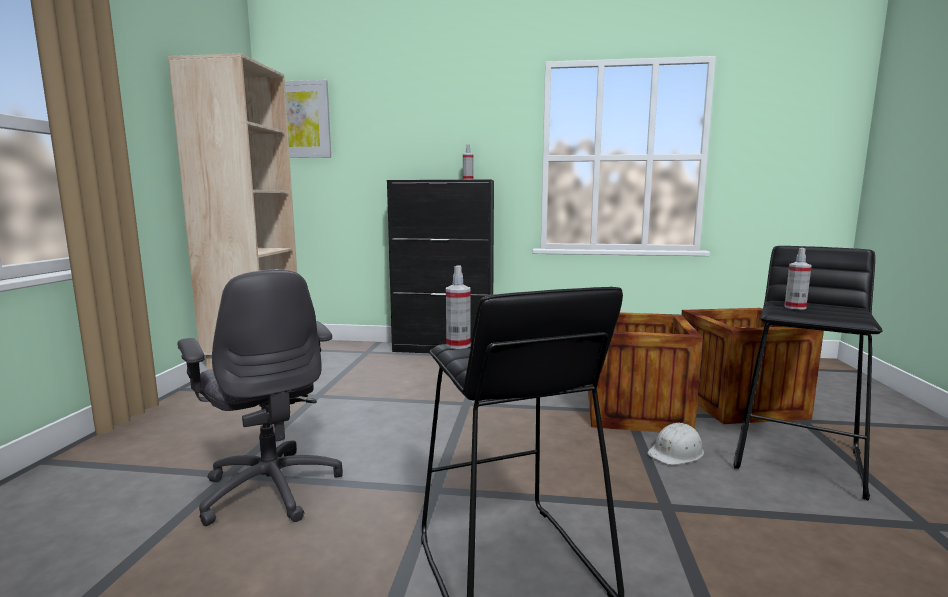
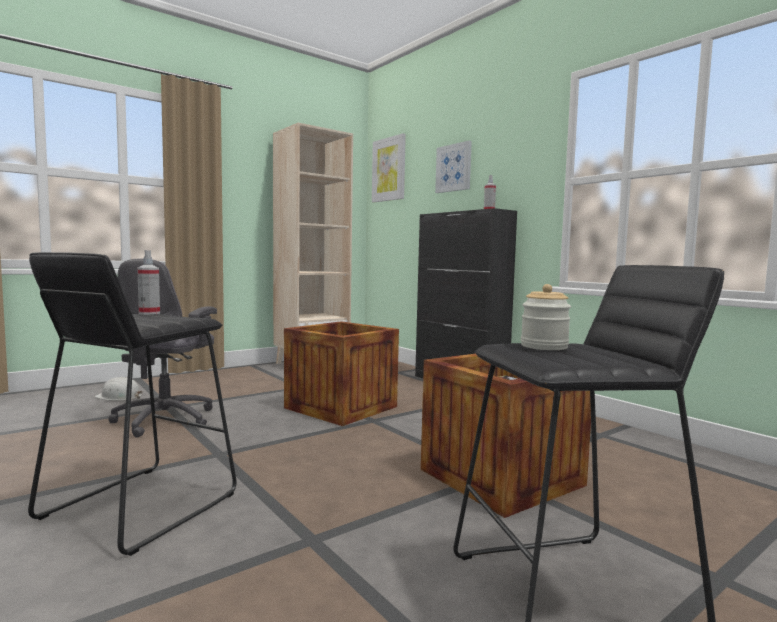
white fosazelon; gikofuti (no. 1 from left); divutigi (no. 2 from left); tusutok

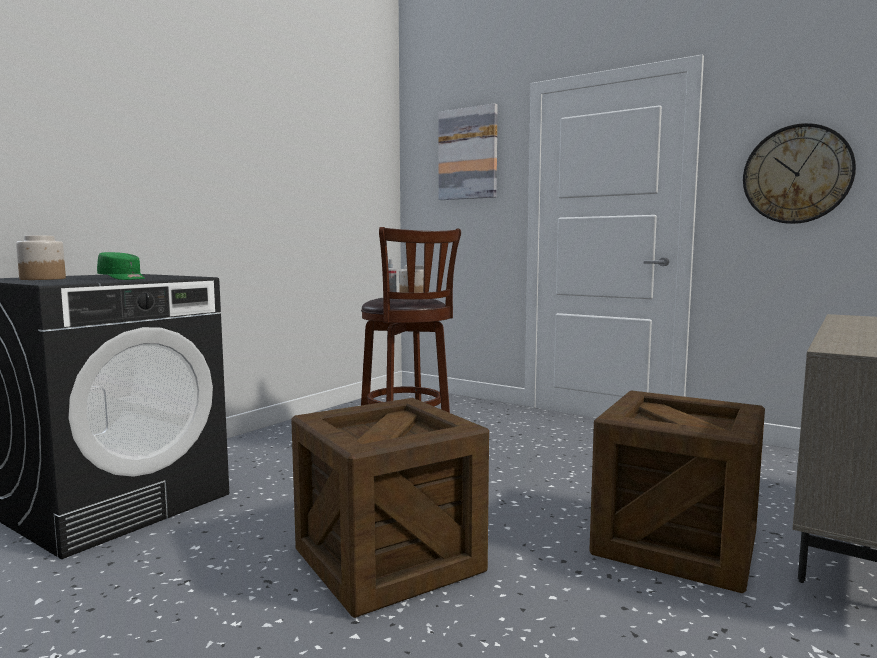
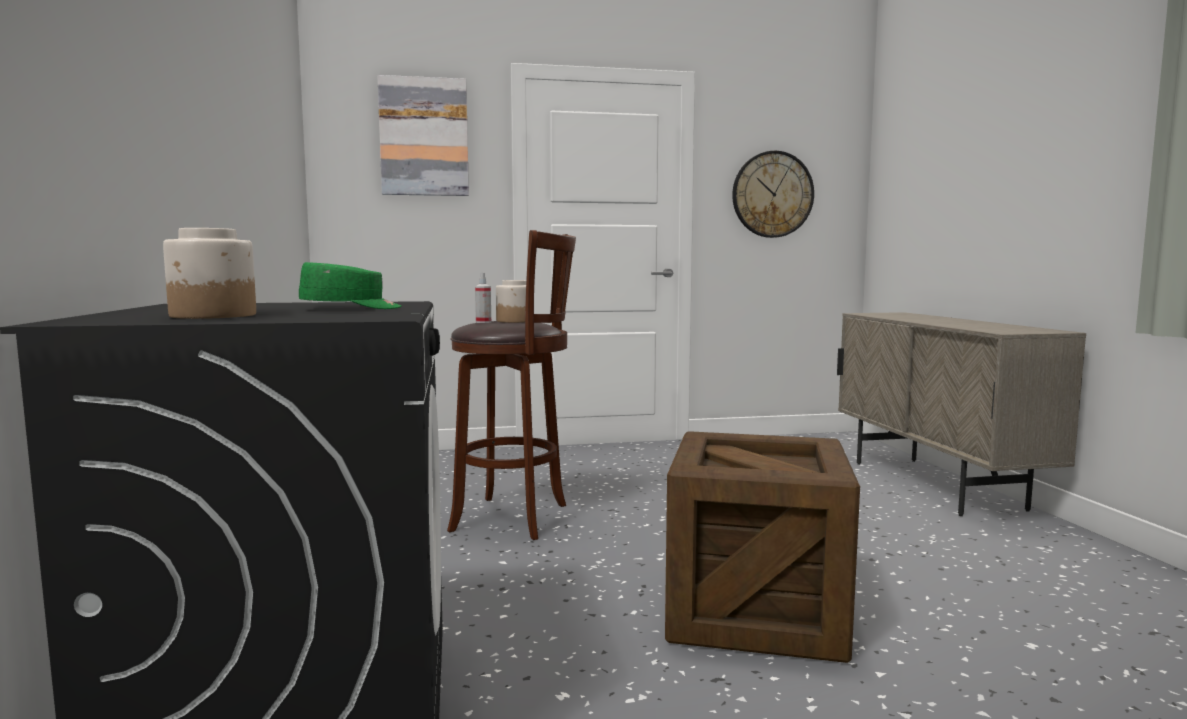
gikofuti (no. 2 from left in the first image)

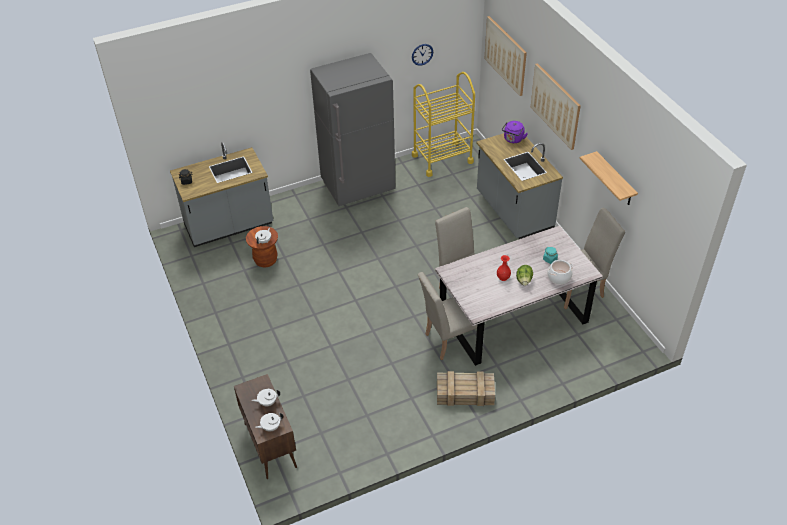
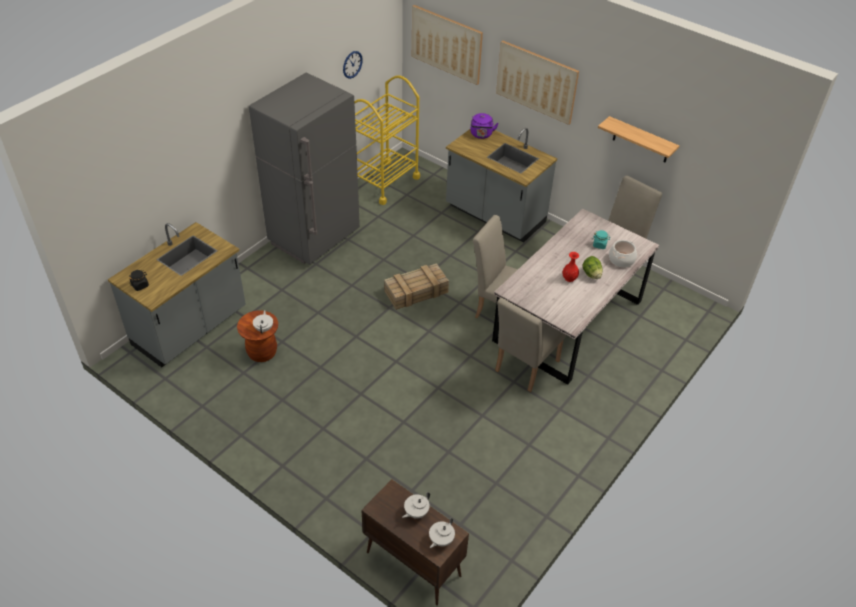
gikofuti

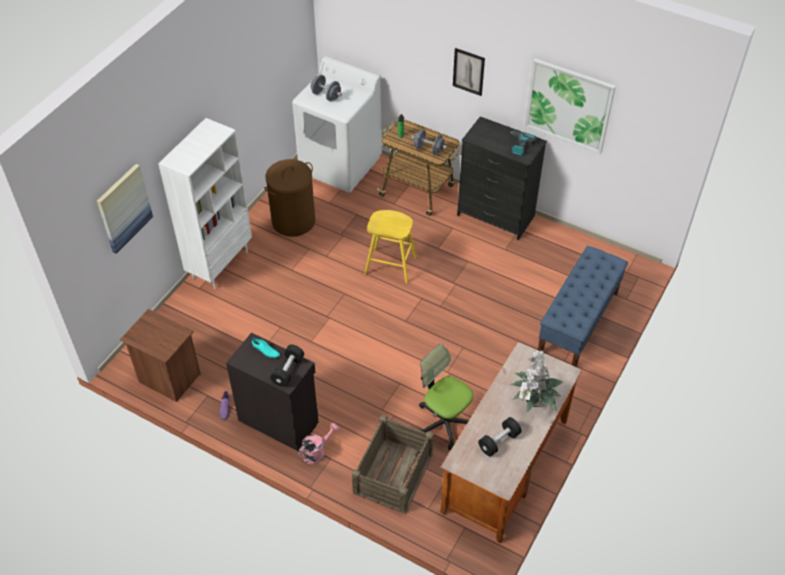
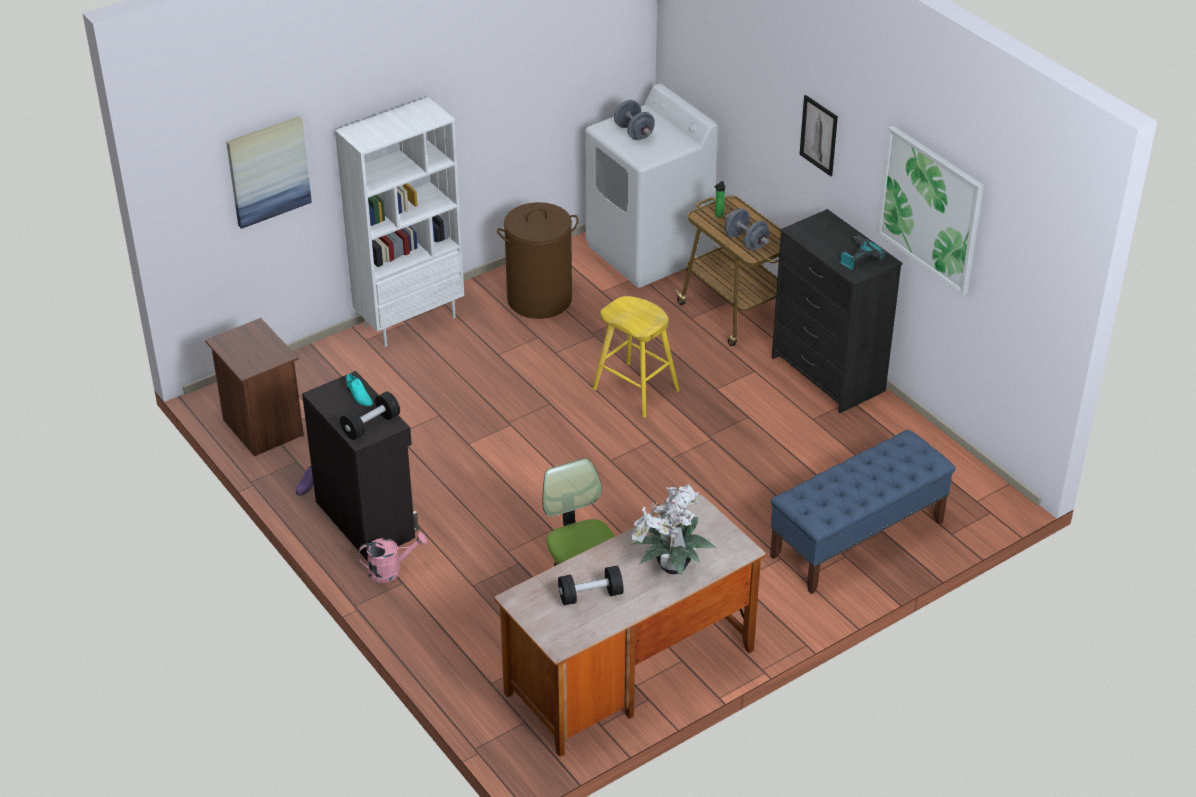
gikofuti

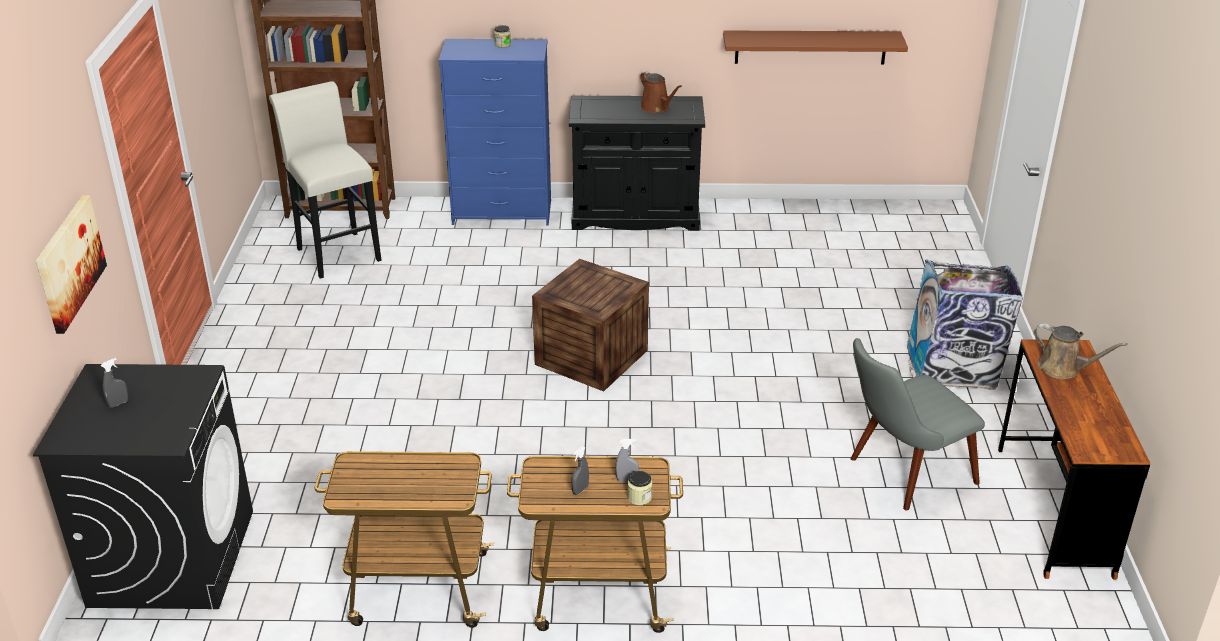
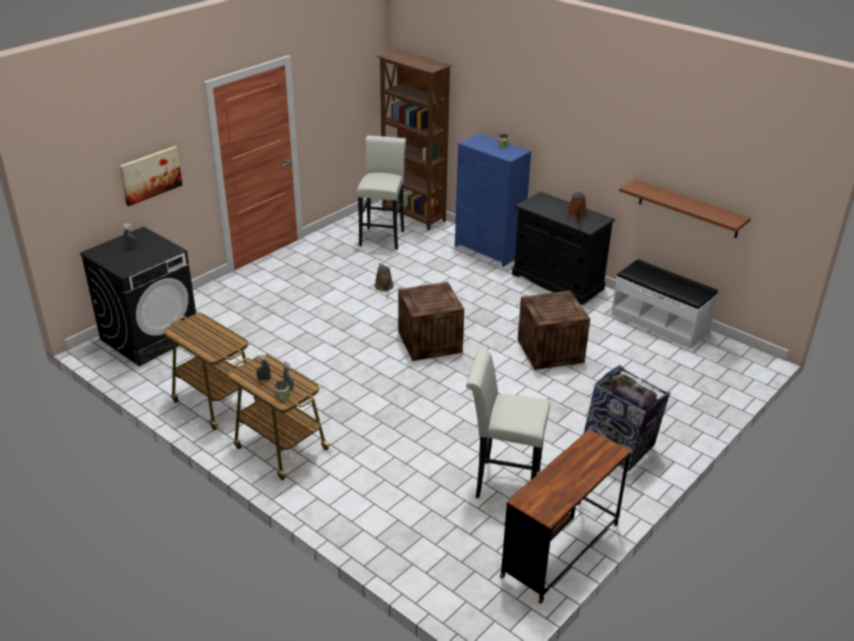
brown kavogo (no. 1 from left); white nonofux (no. 2 from left); gikofuti (no. 2 from left); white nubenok

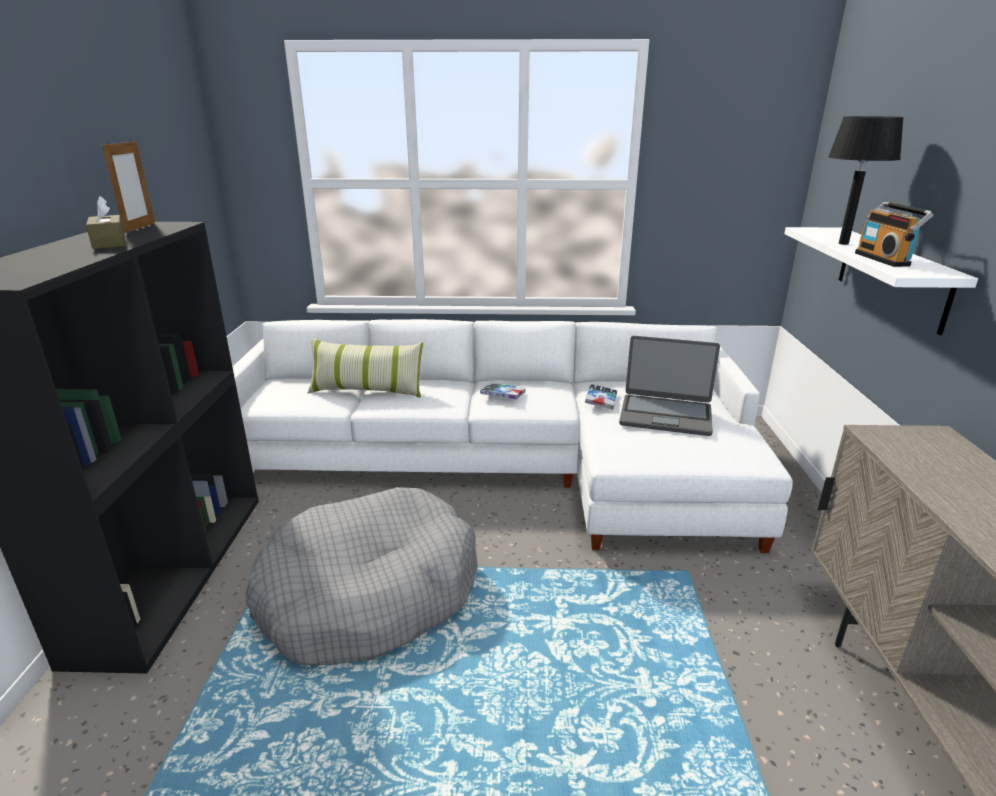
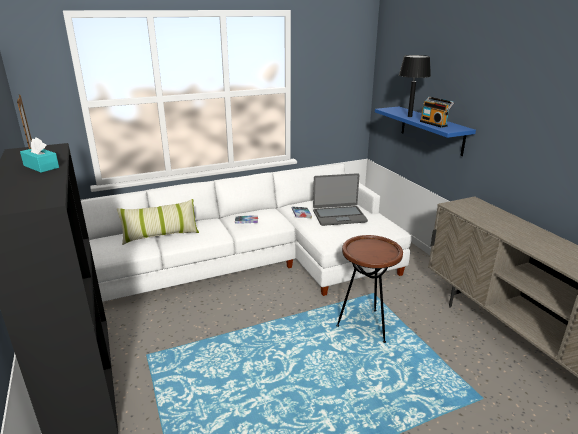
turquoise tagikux; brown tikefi; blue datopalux; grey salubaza

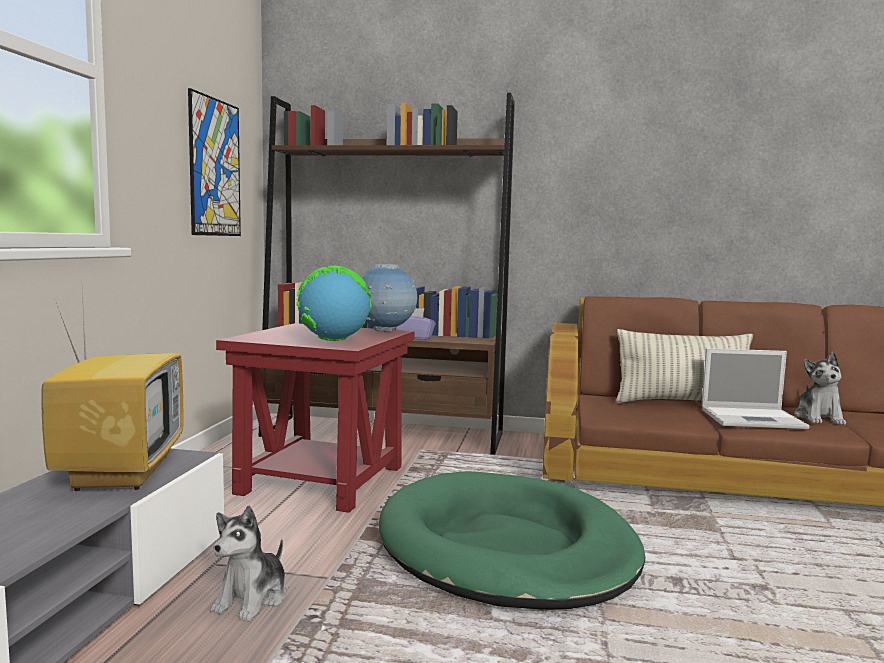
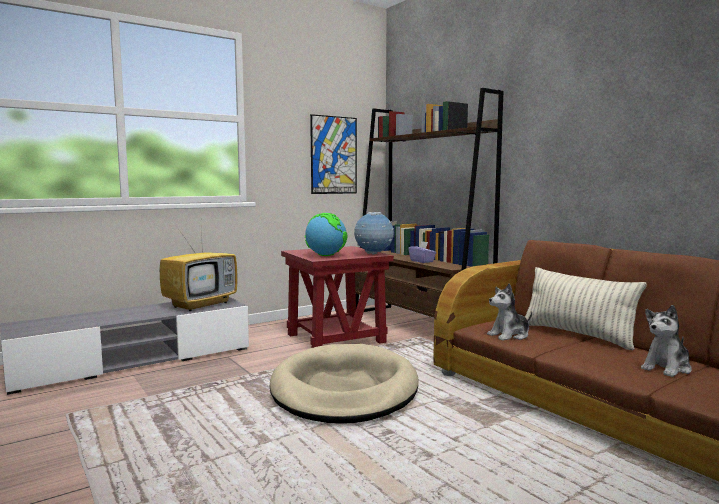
beige salubaza; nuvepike (no. 1 from left); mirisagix

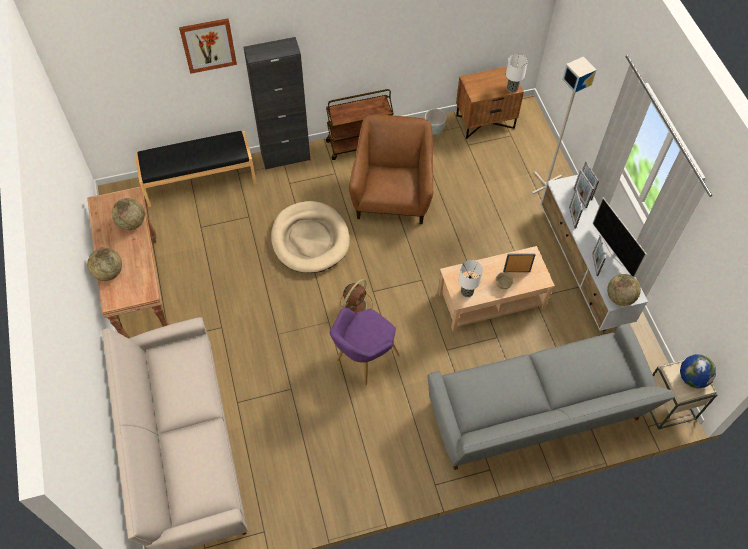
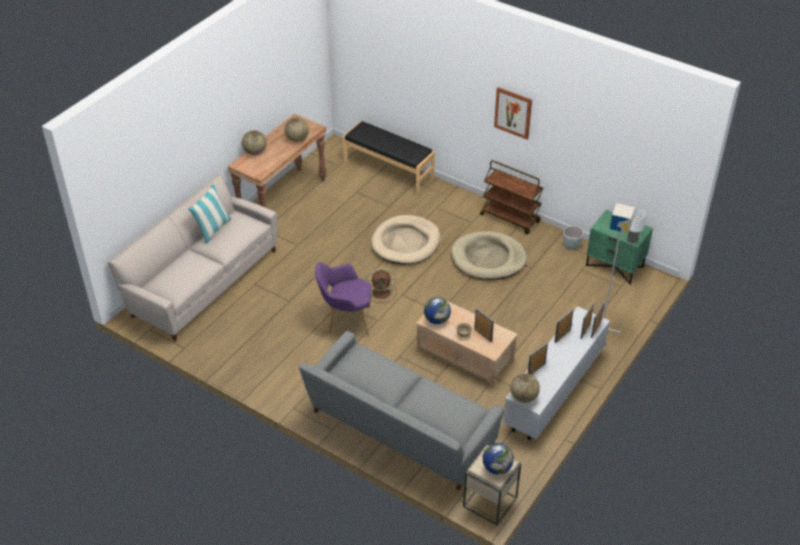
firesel; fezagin (no. 3 from left); beige salubaza (no. 2 from left); divutigi; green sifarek; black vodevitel; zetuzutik

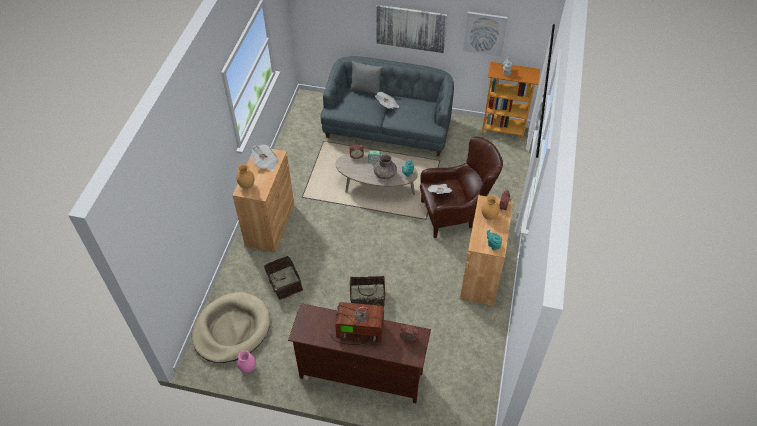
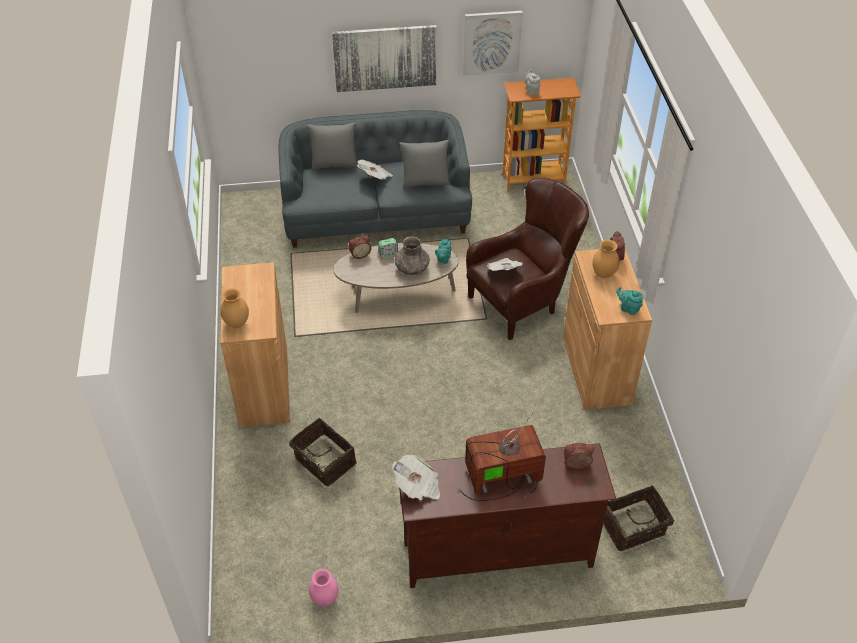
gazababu (no. 2 from left); grey firesel (no. 2 from left); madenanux (no. 2 from left); beige salubaza

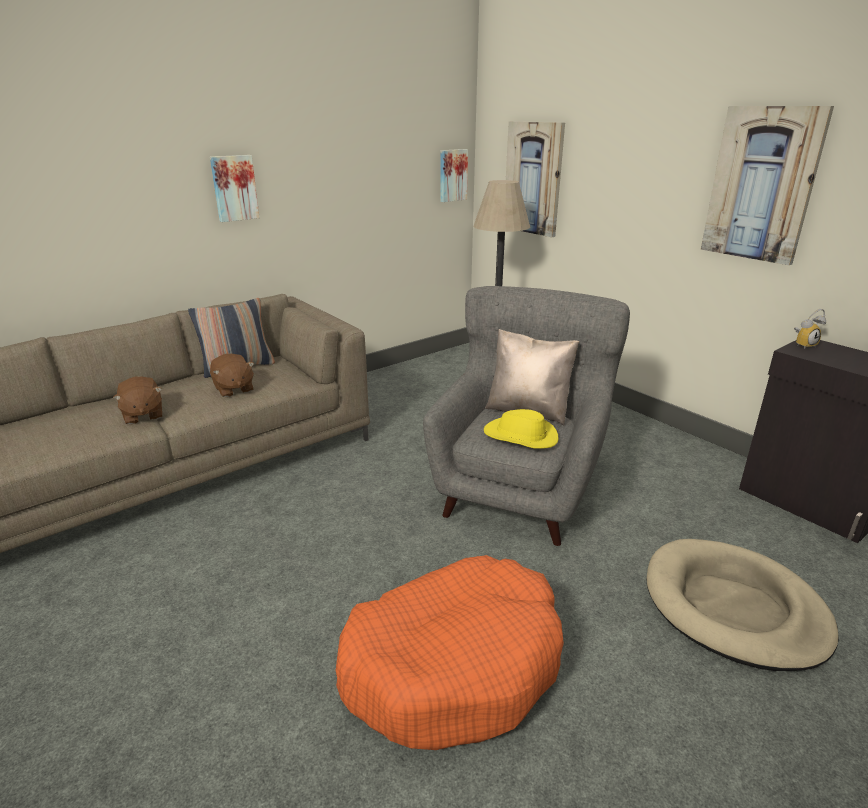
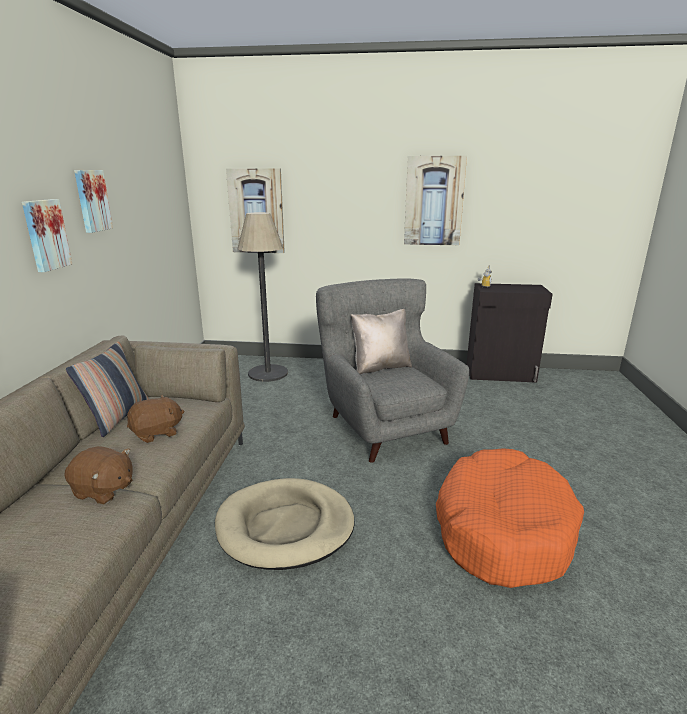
divutigi (no. 2 from left); brown nuvepike (no. 2 from left); beige salubaza; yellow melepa

